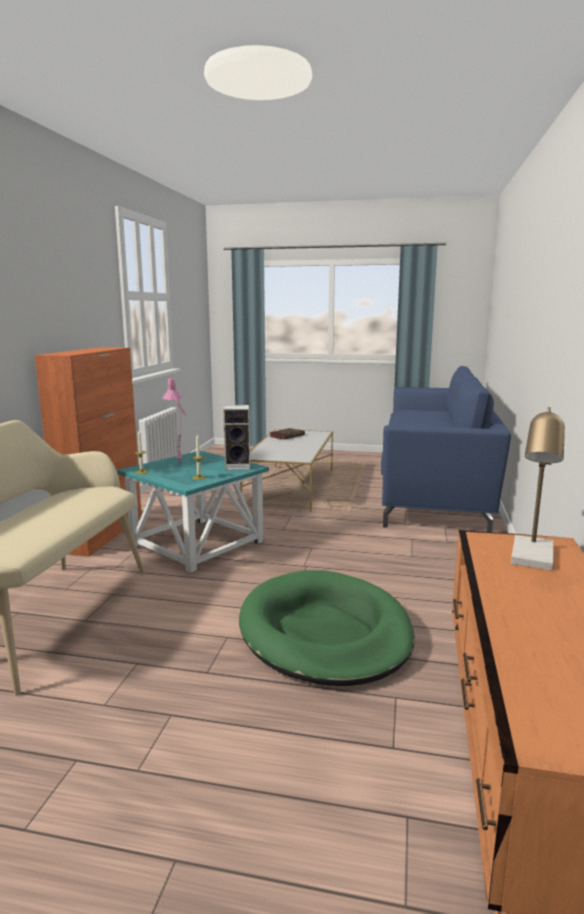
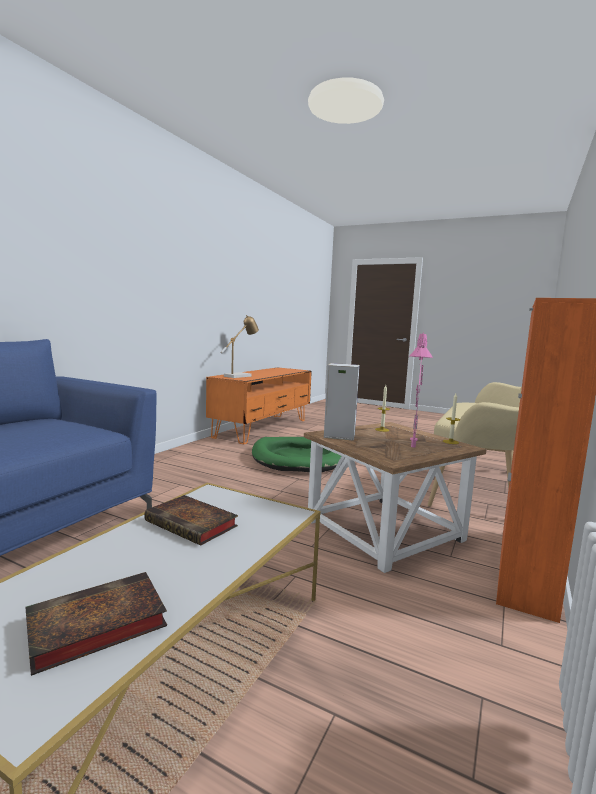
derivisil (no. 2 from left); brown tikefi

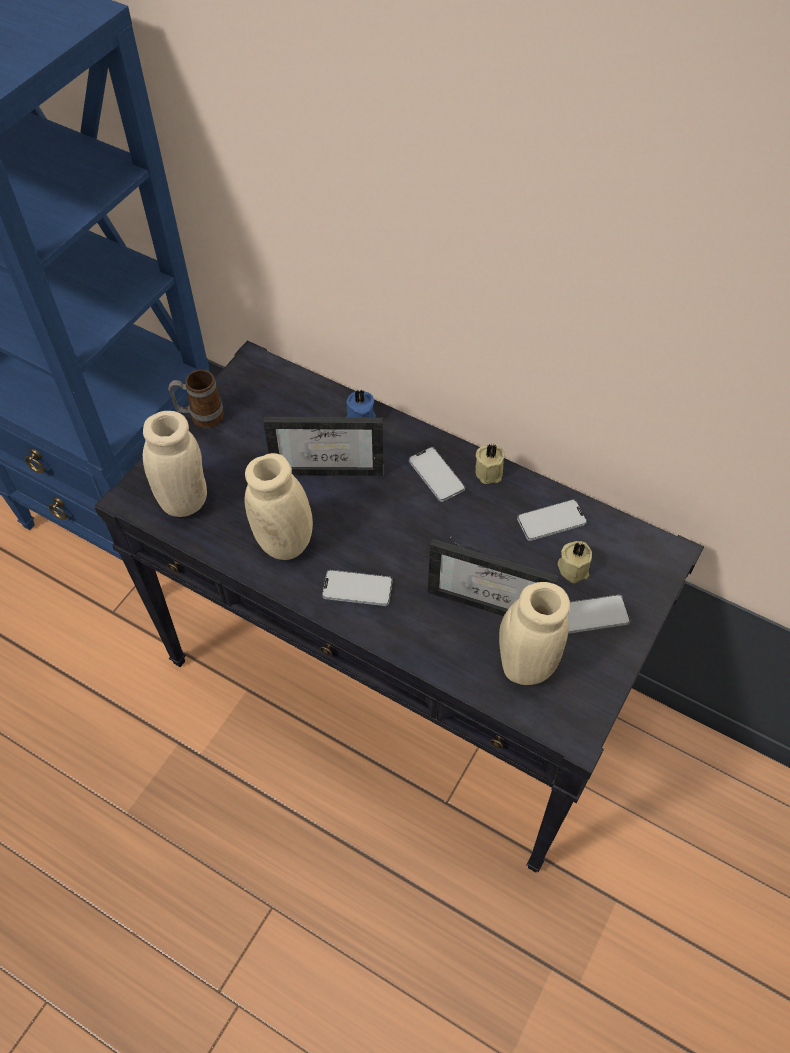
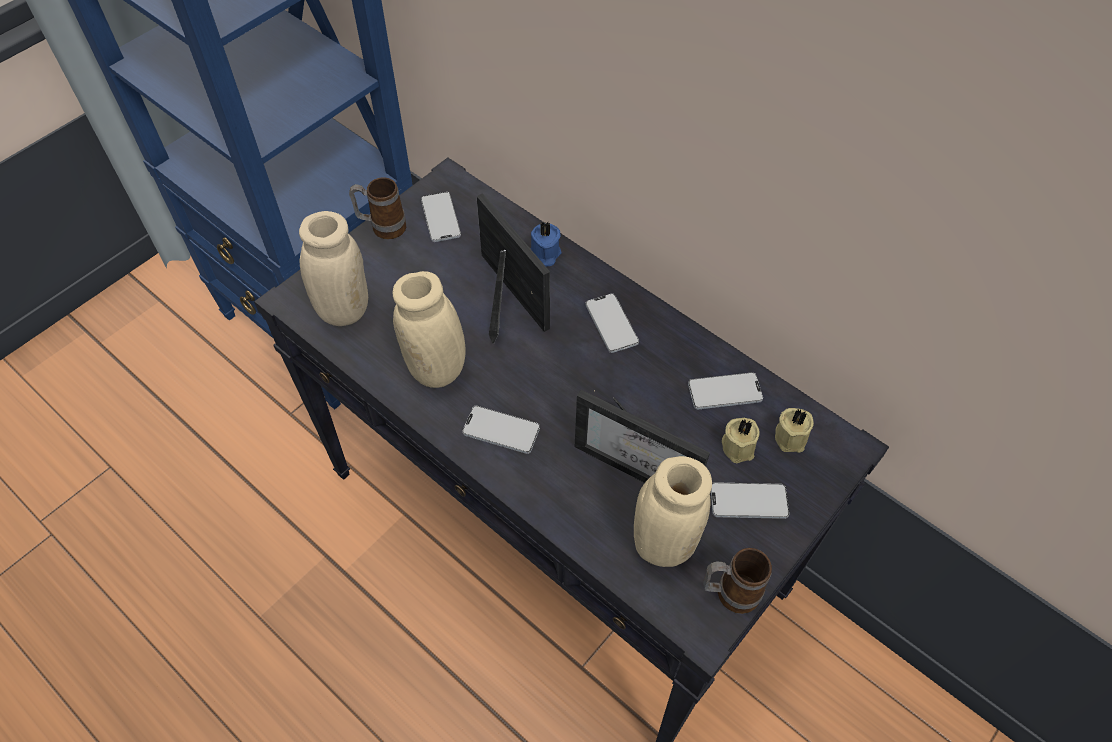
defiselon (no. 1 from left); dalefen (no. 1 from left); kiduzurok (no. 2 from left); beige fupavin (no. 2 from left)

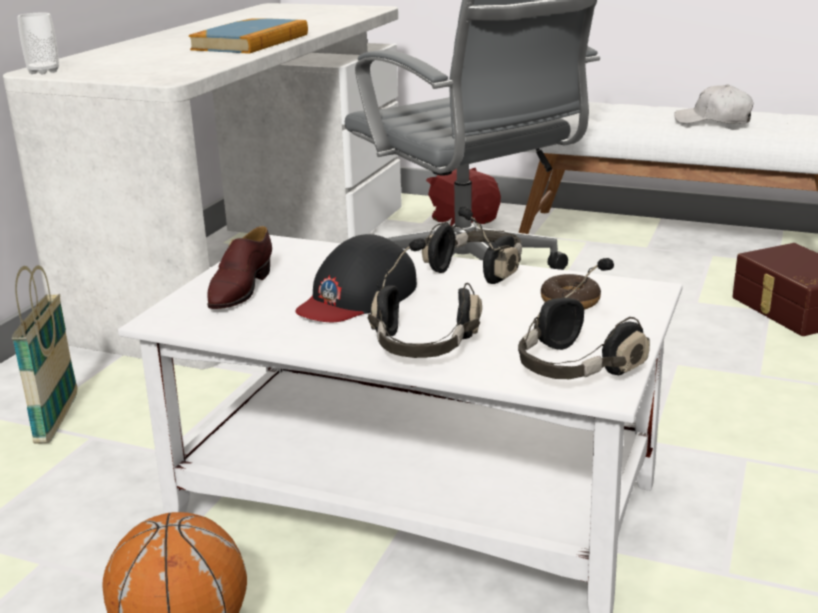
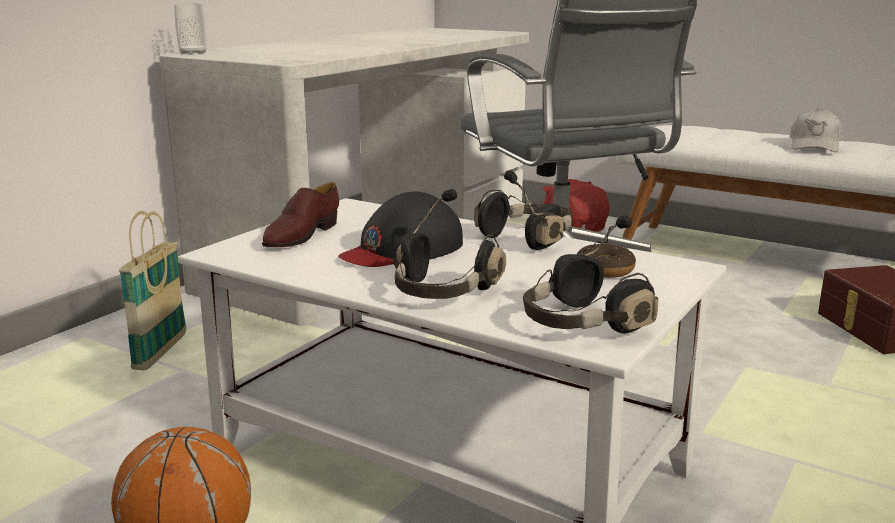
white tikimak; derivisil

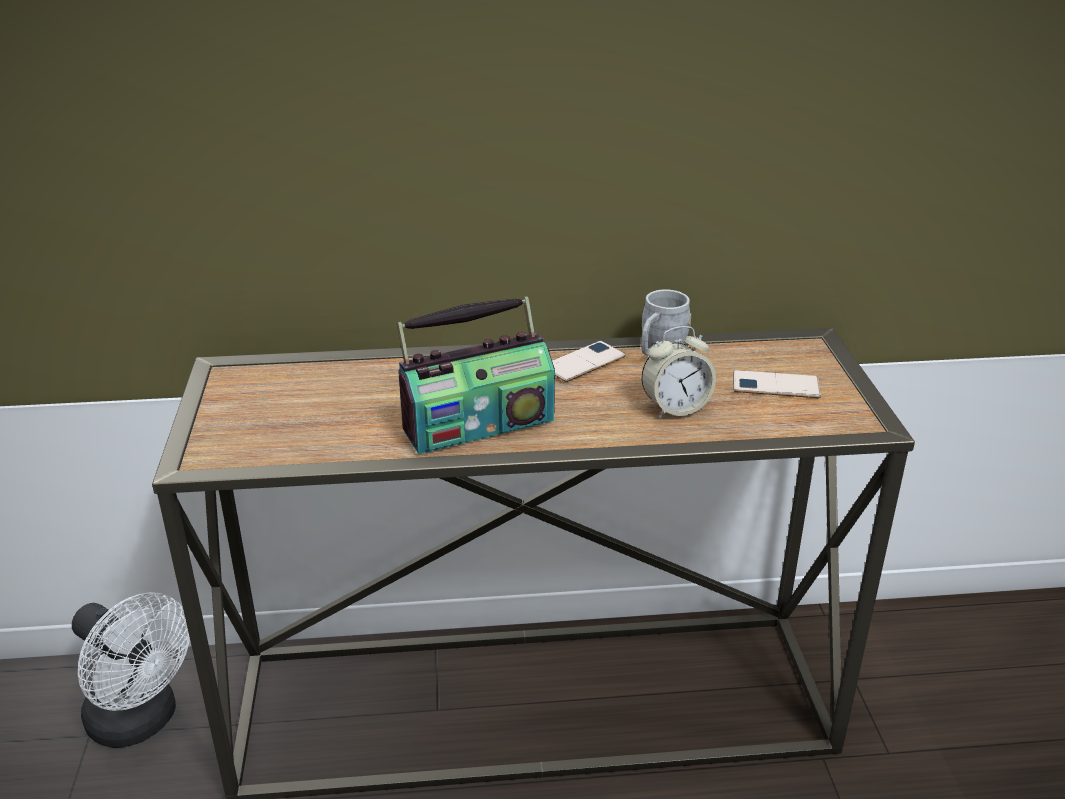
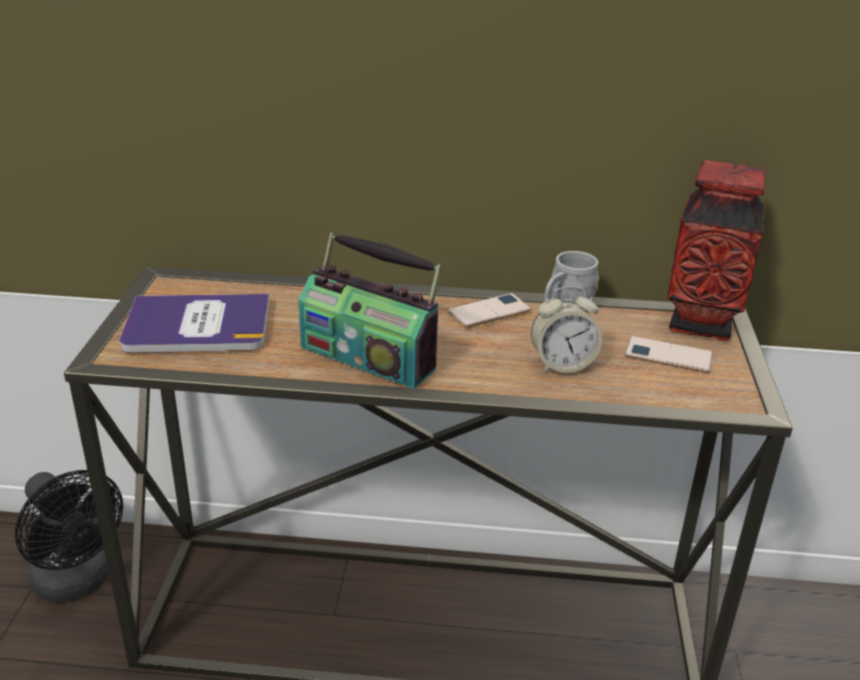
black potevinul; derivisil; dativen; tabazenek

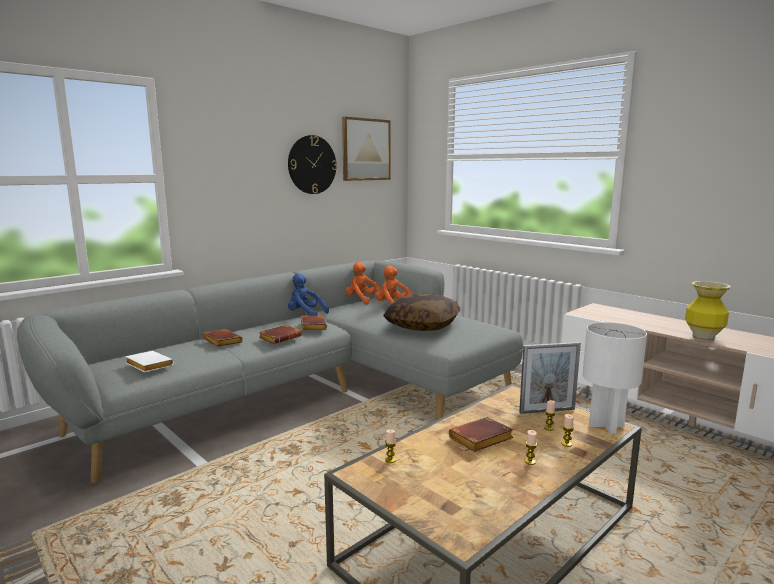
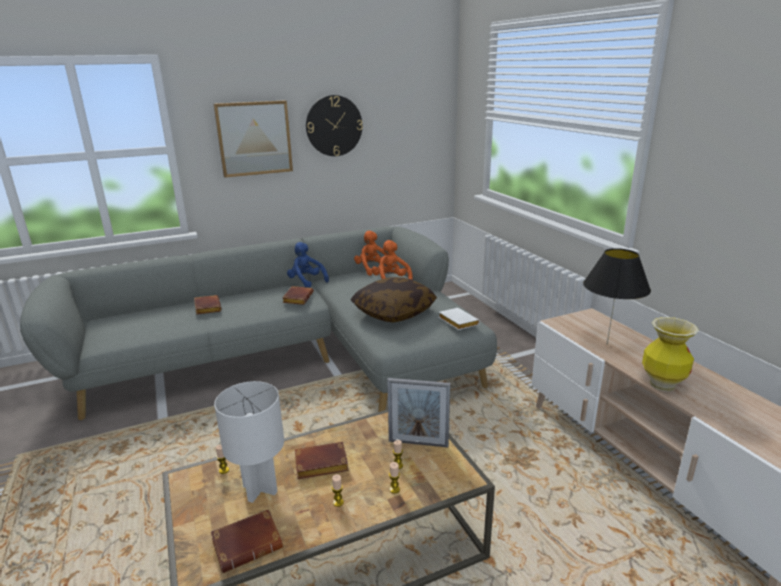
brown derivisil (no. 2 from left); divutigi; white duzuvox; white derivisil; black duzuvox

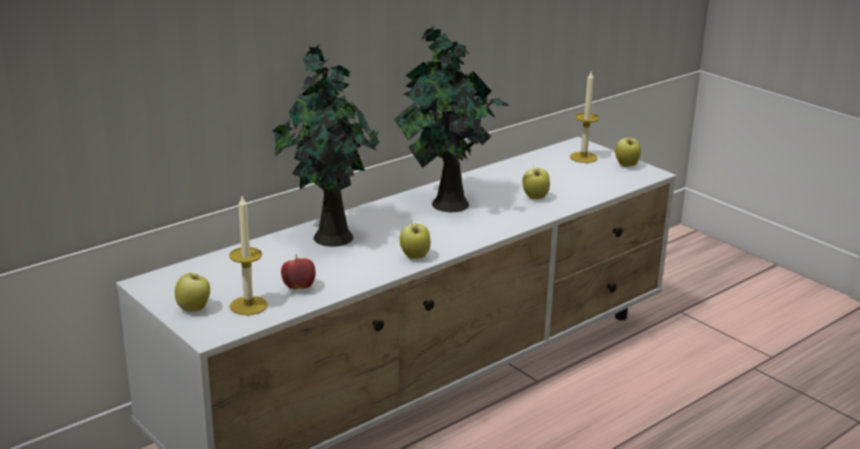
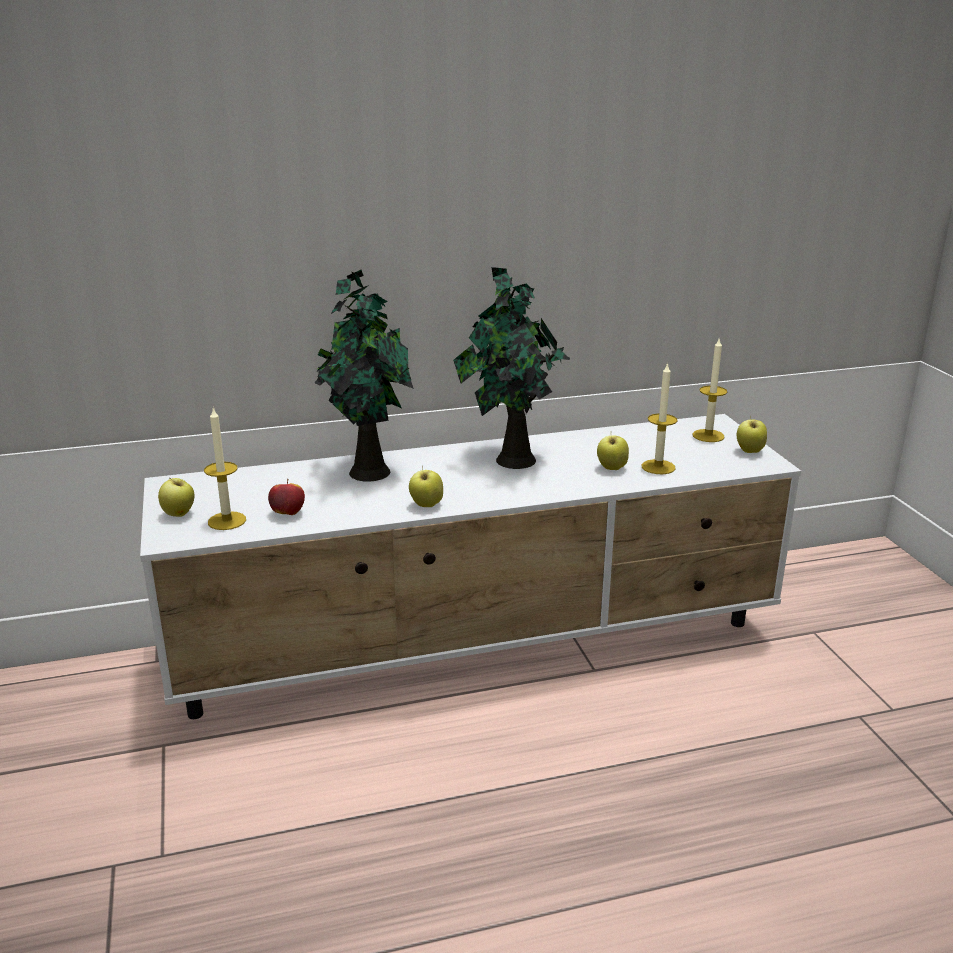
fupavin (no. 2 from left)

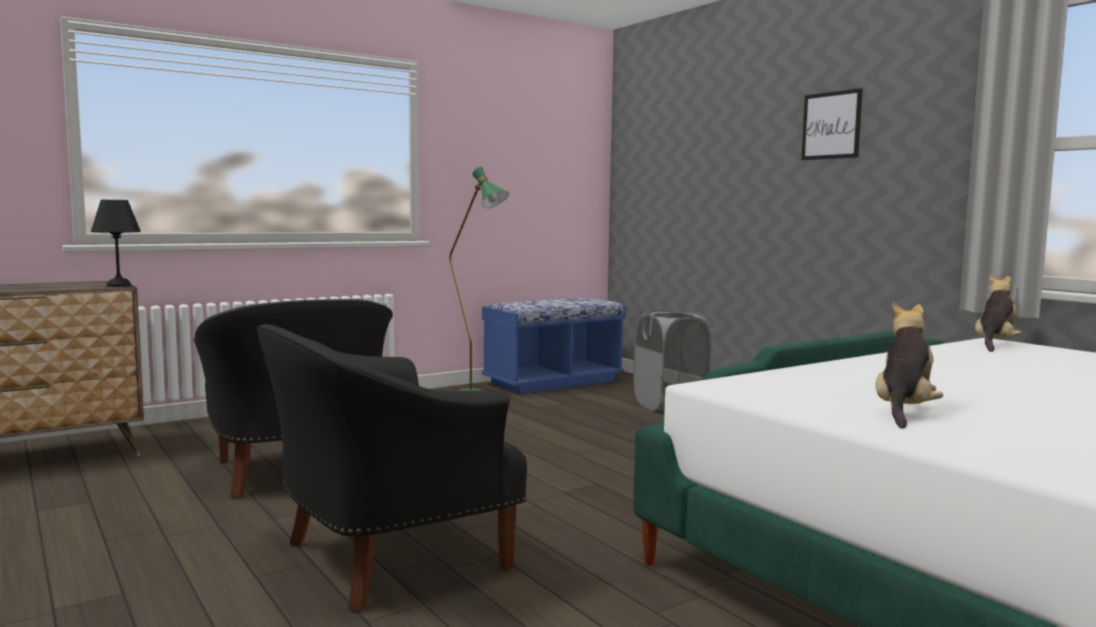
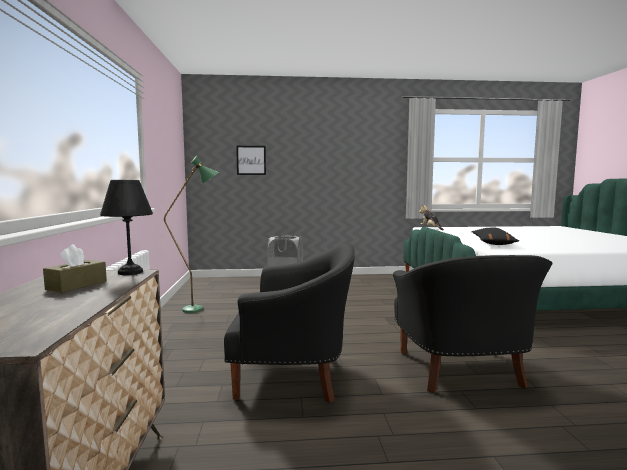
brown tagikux; divutigi; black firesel; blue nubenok; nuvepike (no. 1 from left in the first image)

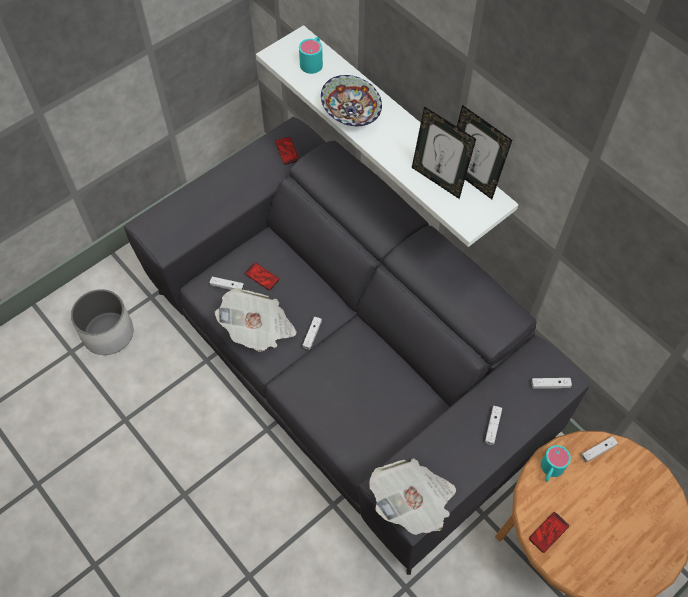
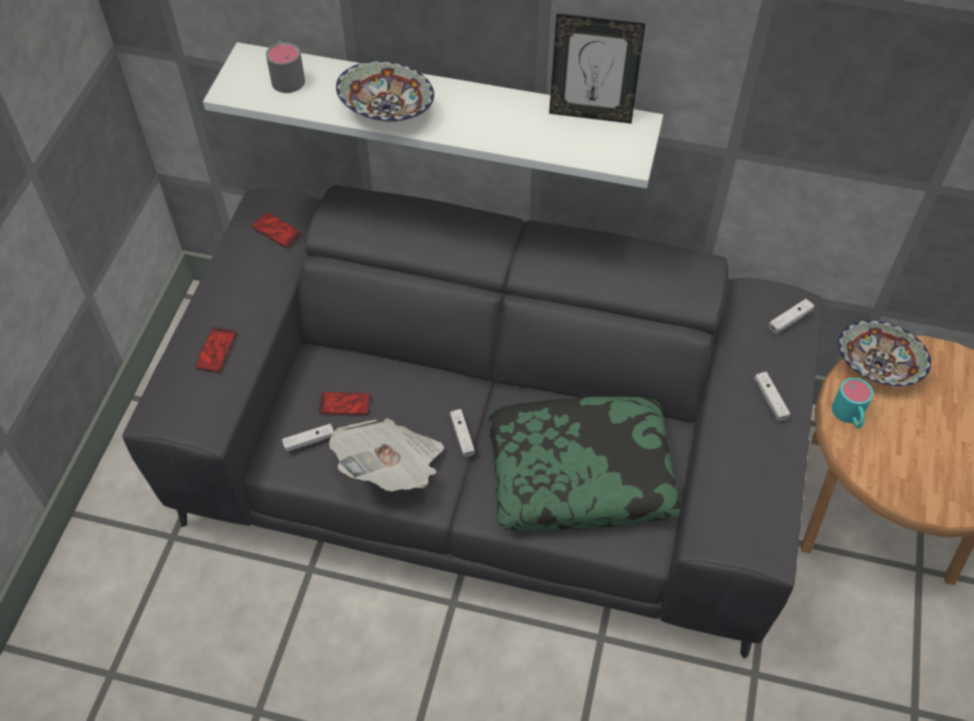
defiselon (no. 1 from left); grey kiduzurok; firesel; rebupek (no. 2 from left); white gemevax; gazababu (no. 2 from left in the first image); dalefen (no. 1 from left in the first image)

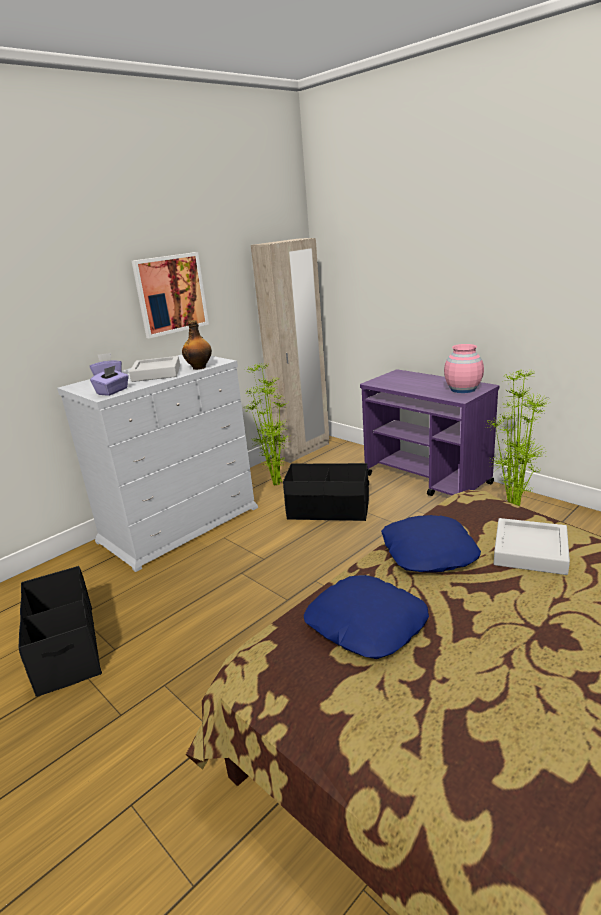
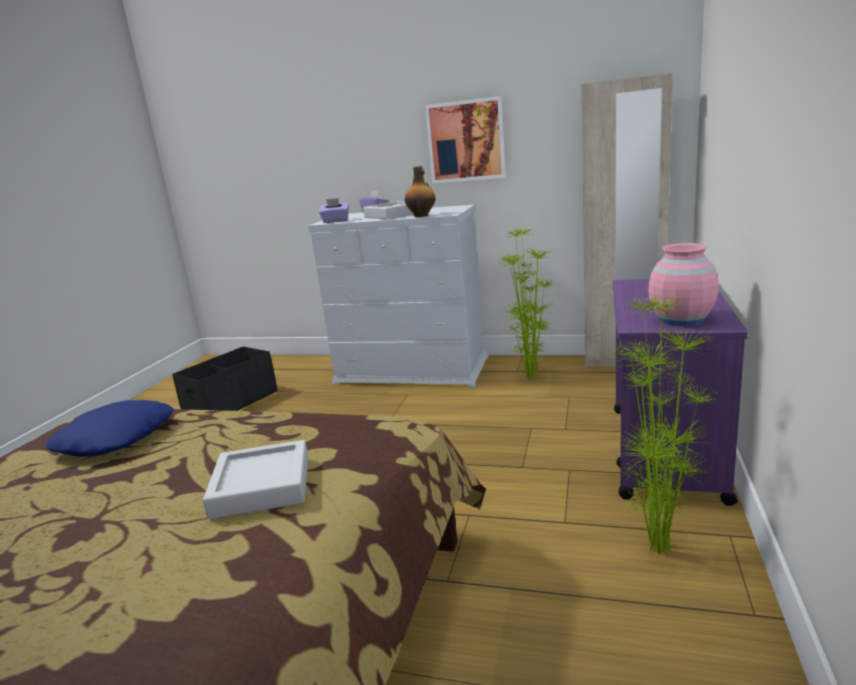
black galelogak (no. 2 from left in the first image); blue firesel (no. 2 from left in the first image)

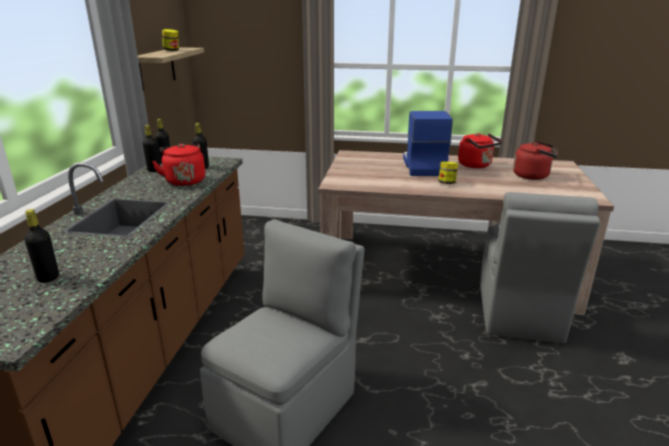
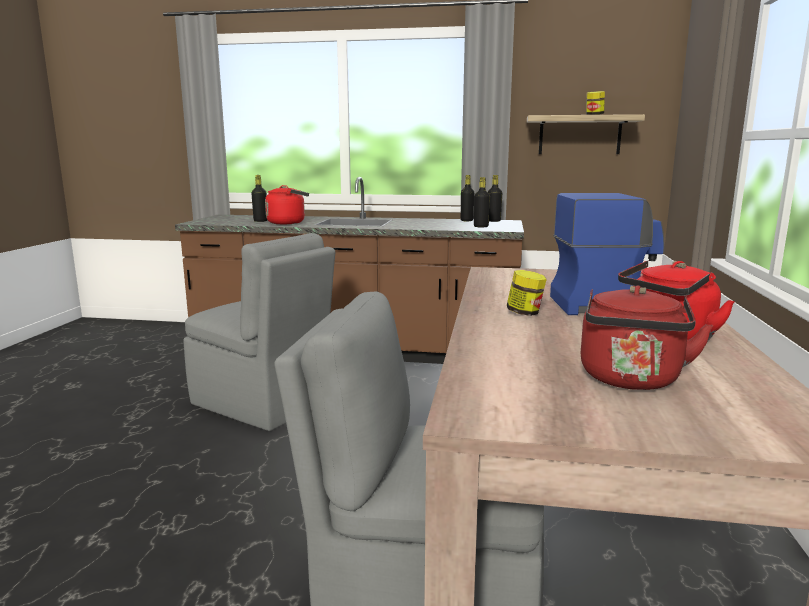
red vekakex (no. 1 from left)

